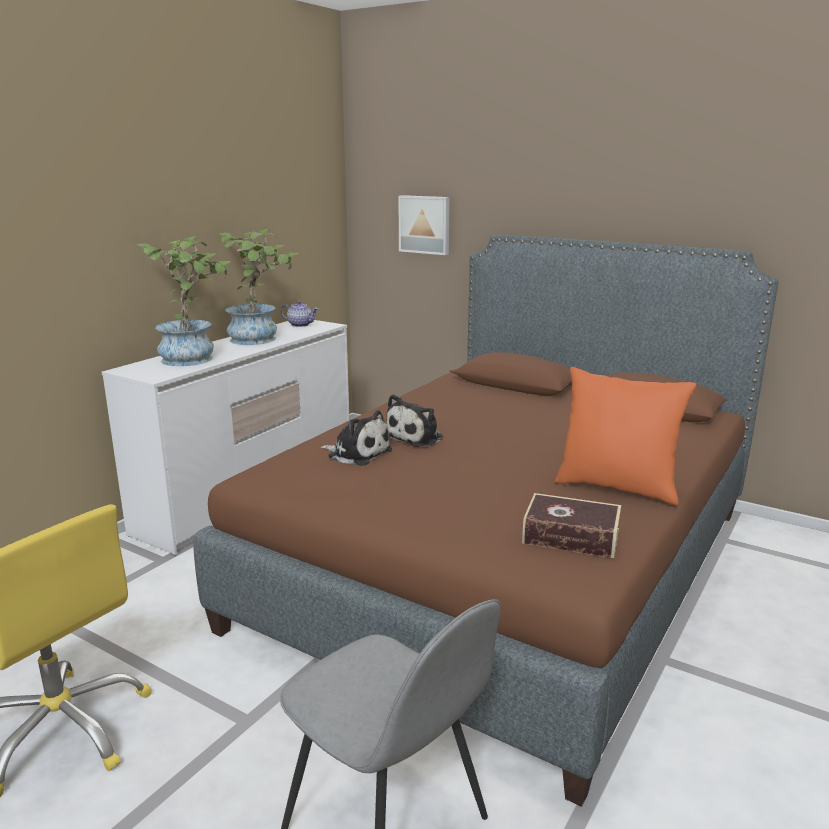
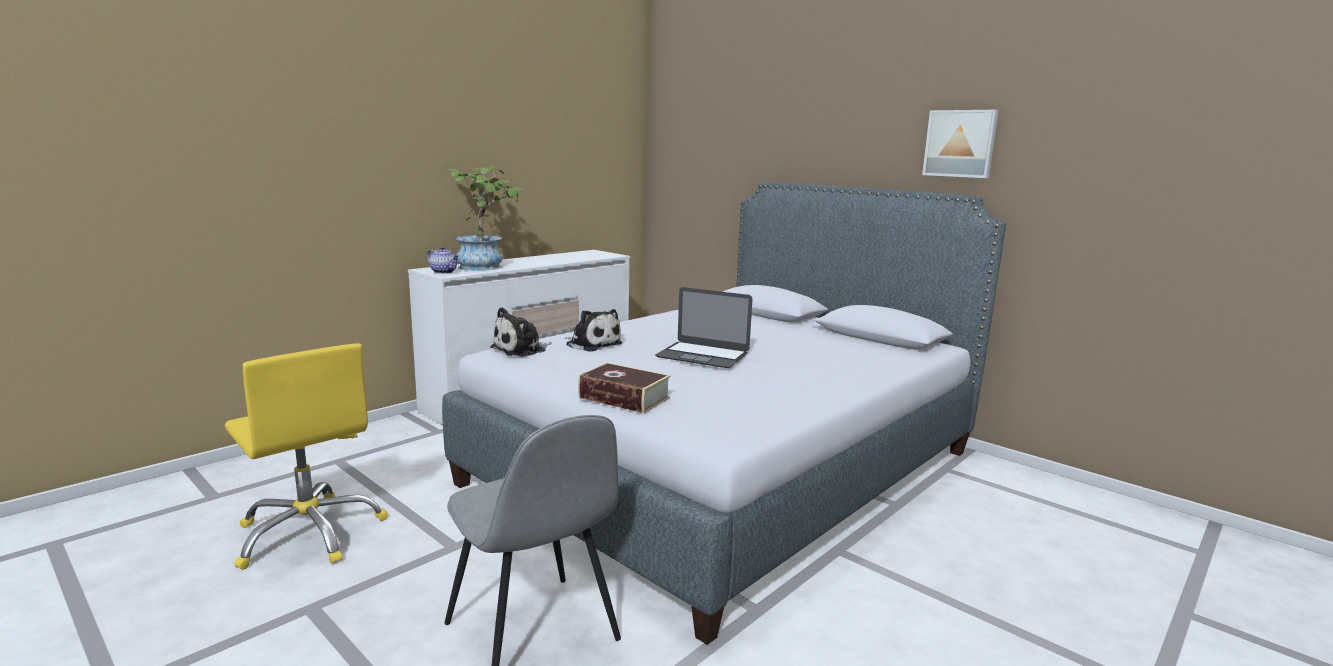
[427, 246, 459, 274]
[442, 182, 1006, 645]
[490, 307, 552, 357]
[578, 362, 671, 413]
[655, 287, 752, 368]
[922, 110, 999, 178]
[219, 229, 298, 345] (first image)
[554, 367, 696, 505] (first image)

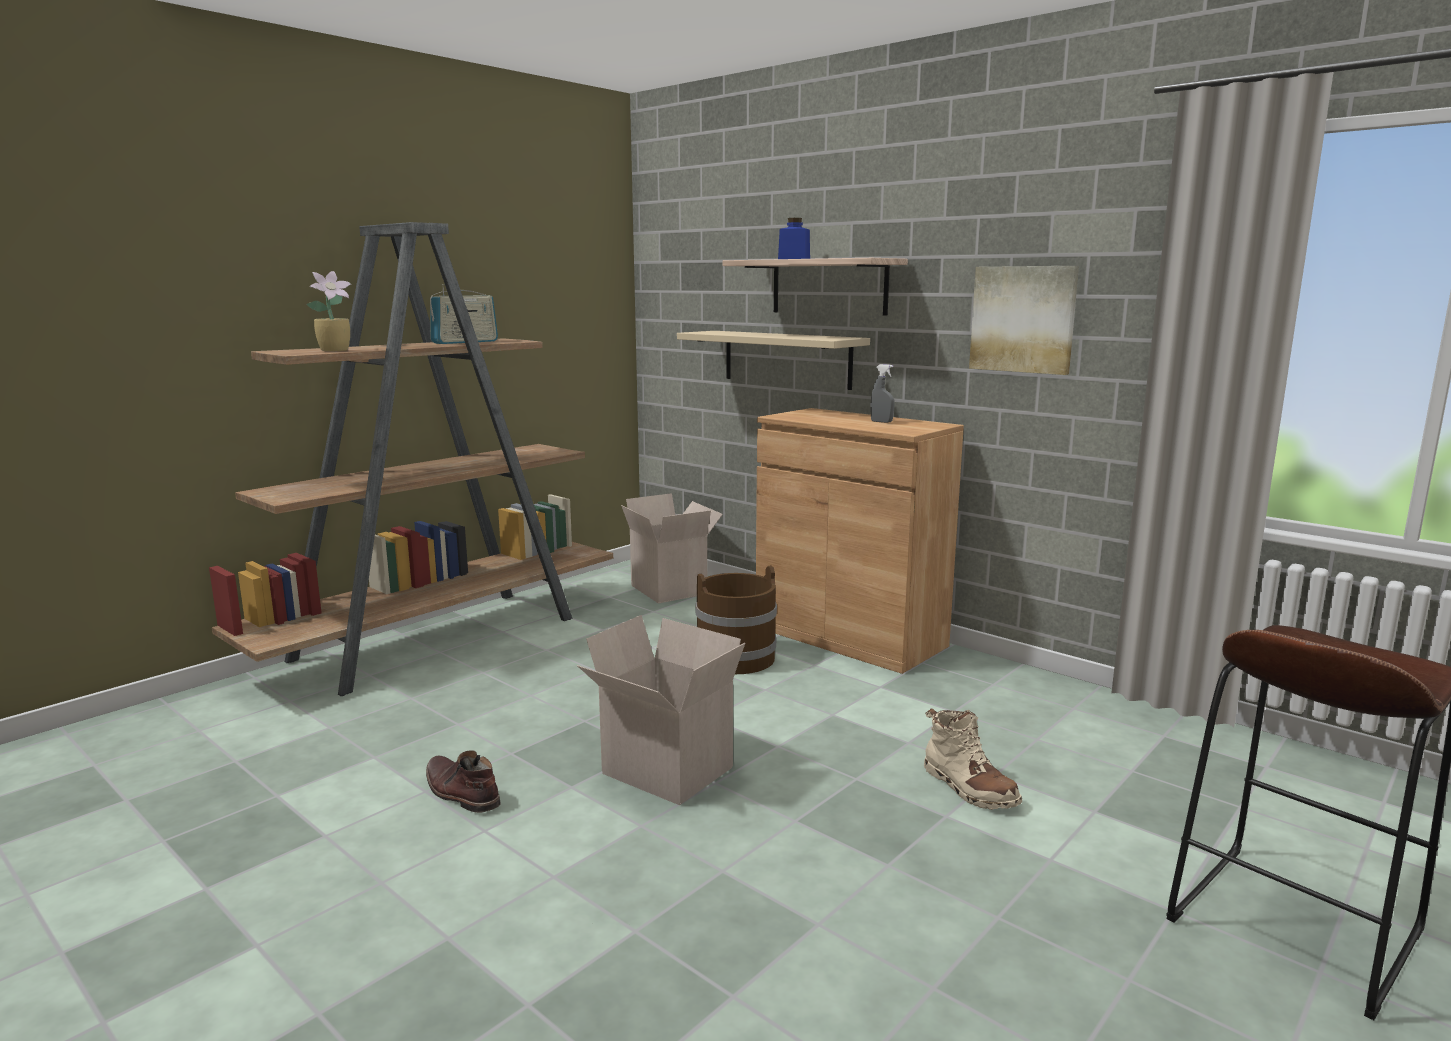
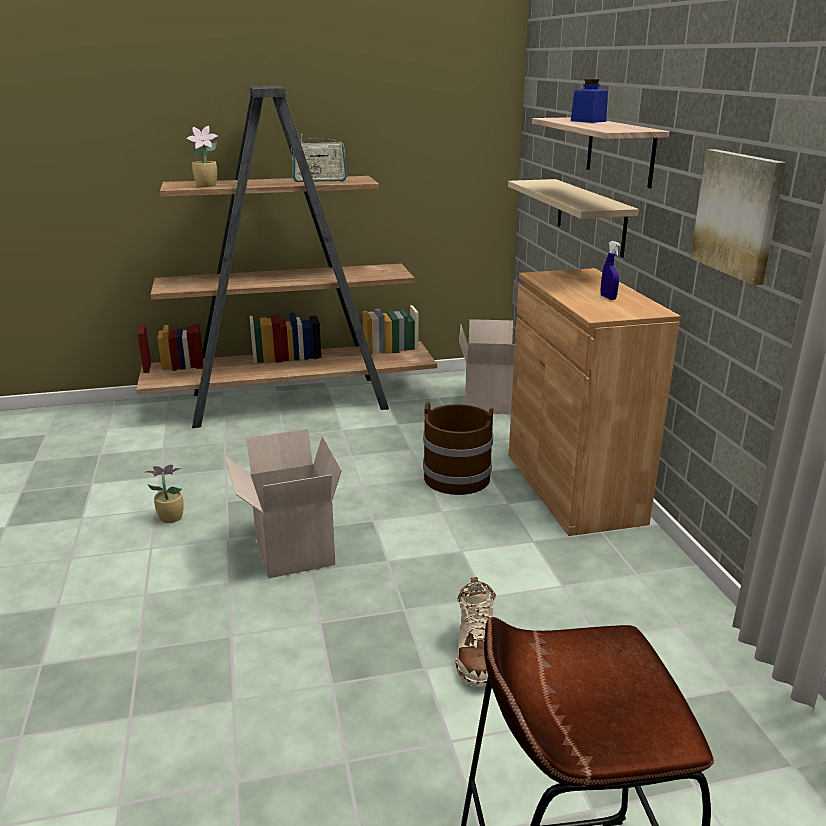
[144, 464, 184, 523]
[601, 241, 620, 300]

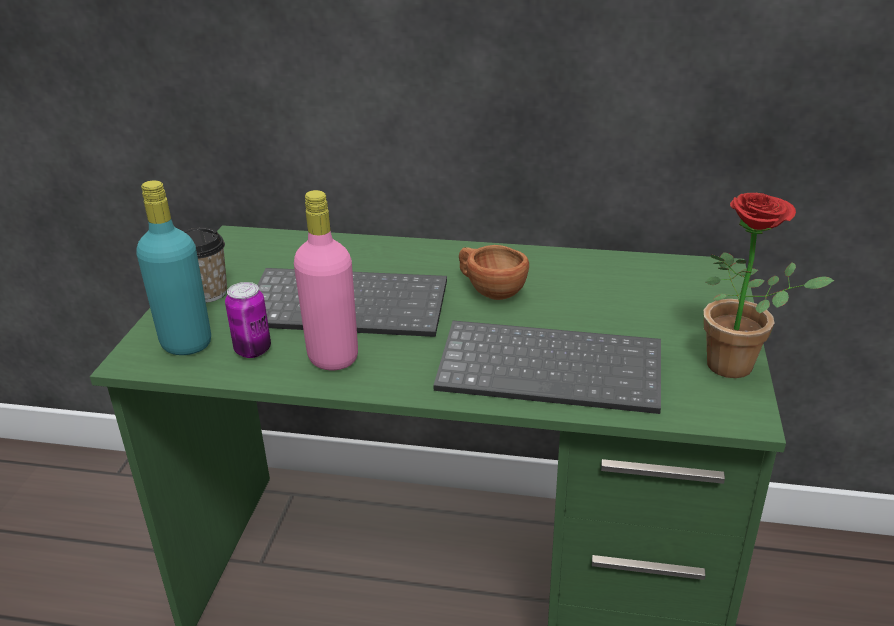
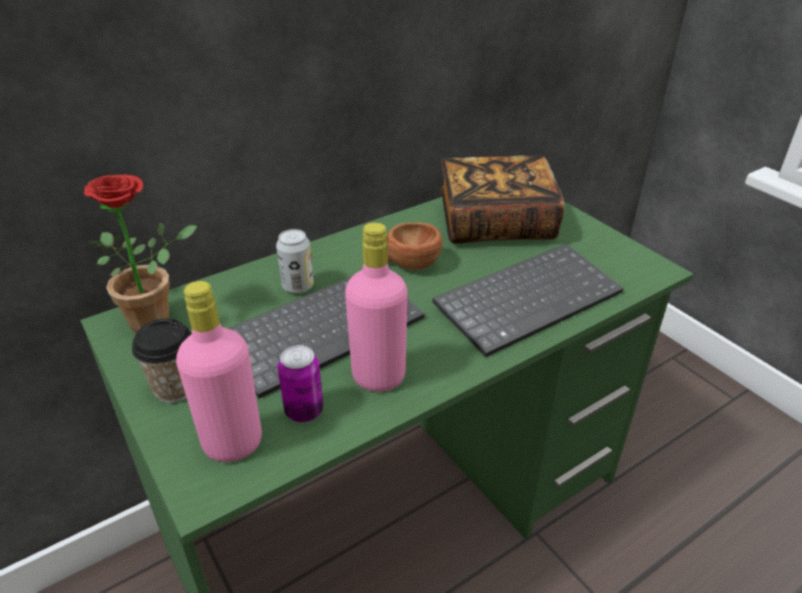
[84, 175, 197, 333]
[176, 281, 262, 462]
[276, 229, 314, 294]
[441, 155, 565, 244]

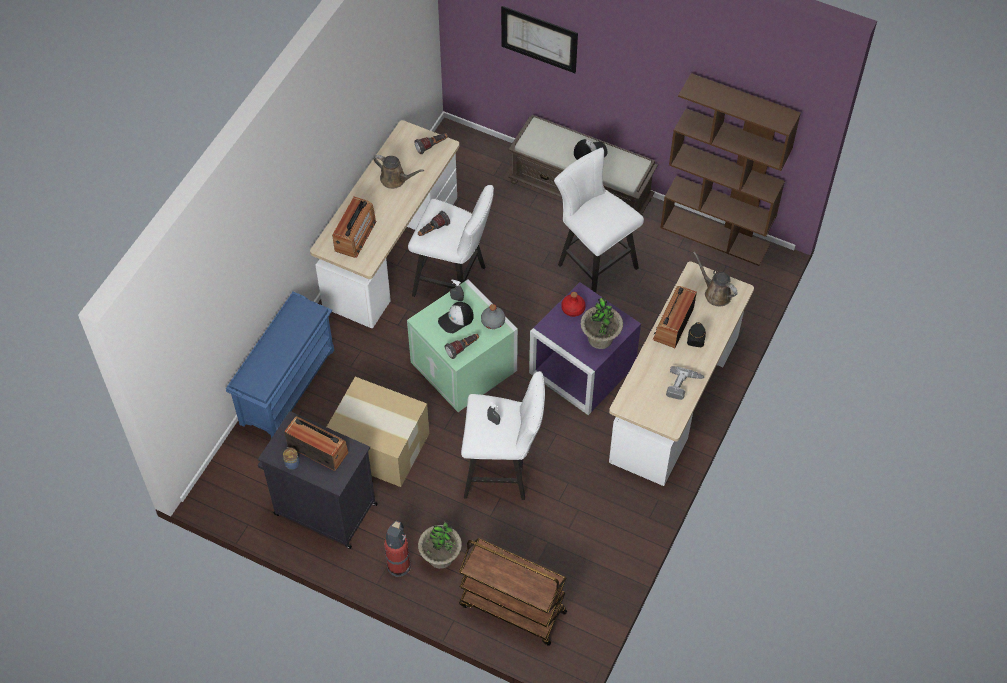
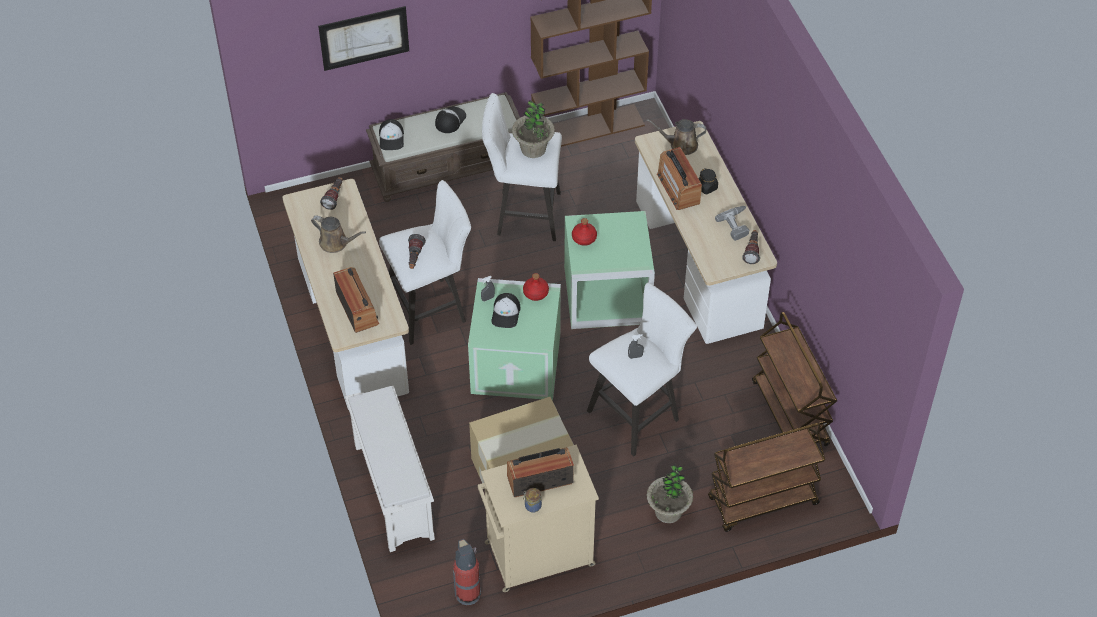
[311, 216, 366, 253]
[345, 386, 435, 552]
[379, 119, 404, 150]
[453, 539, 481, 605]
[478, 445, 599, 592]
[512, 100, 555, 158]
[523, 273, 549, 301]
[564, 211, 655, 329]
[742, 230, 760, 264]
[752, 312, 837, 446]

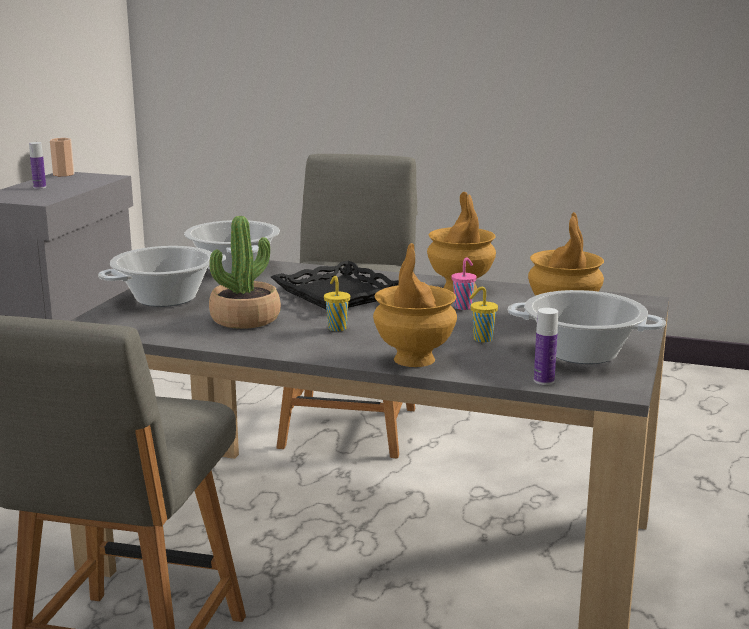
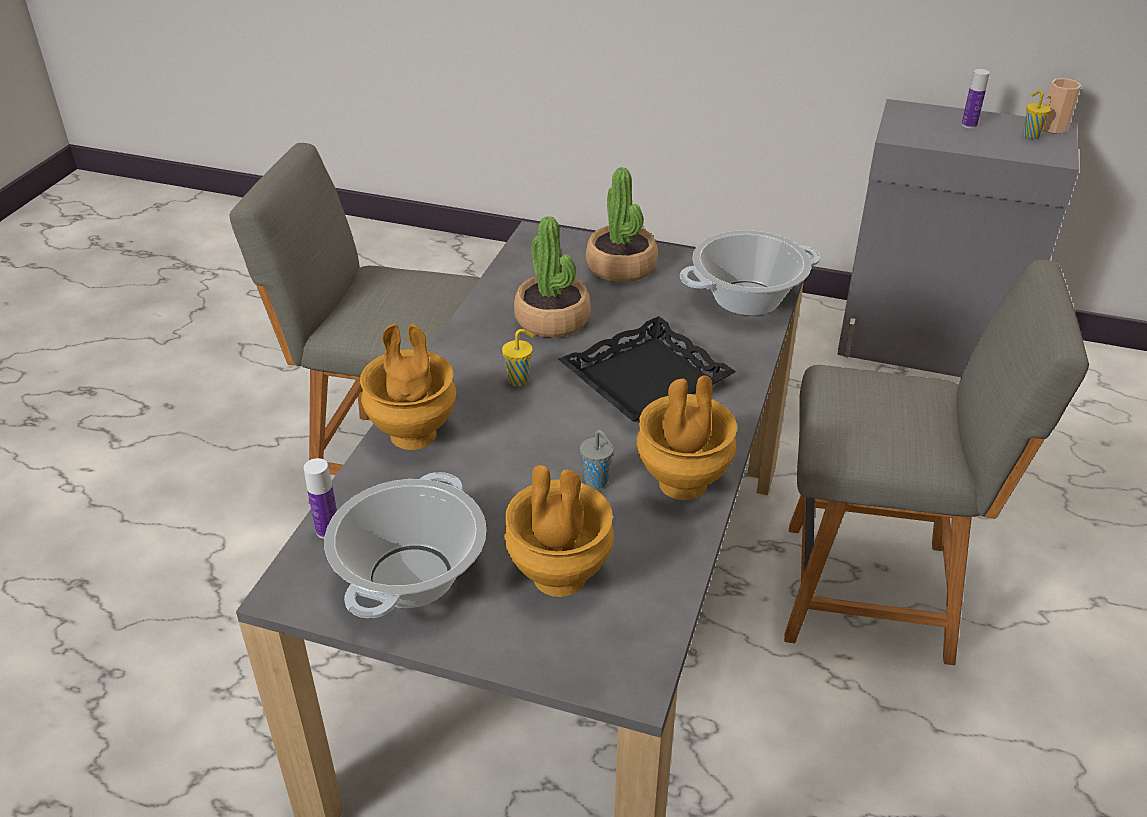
[580, 430, 614, 489]
[586, 167, 658, 282]
[1023, 90, 1051, 139]

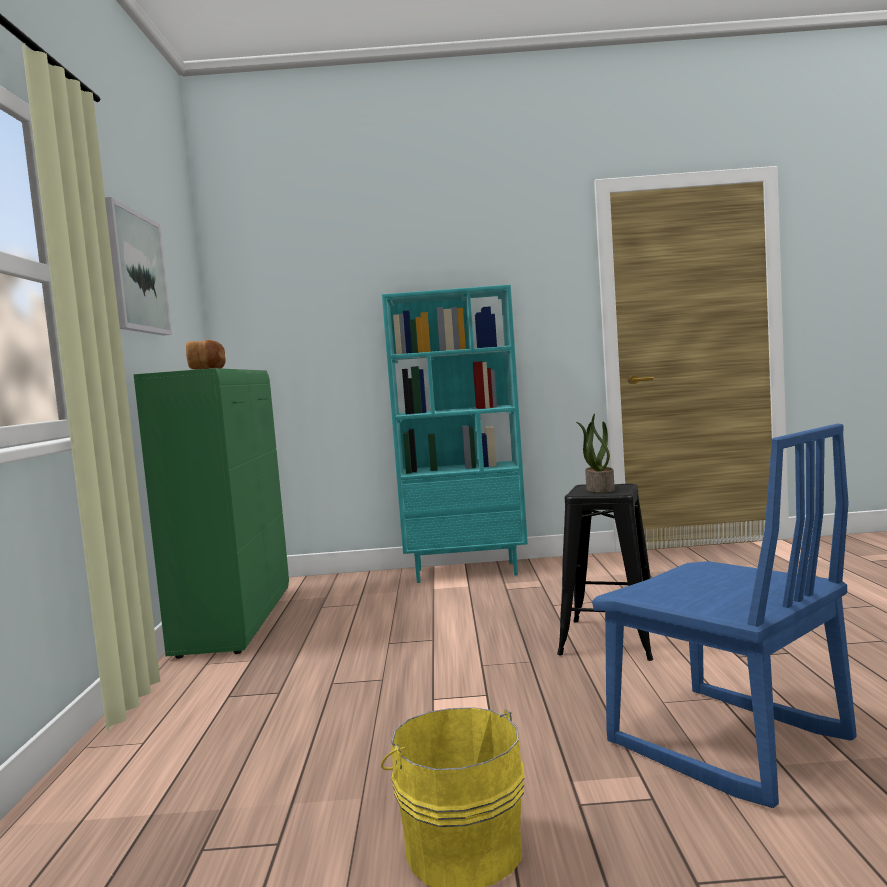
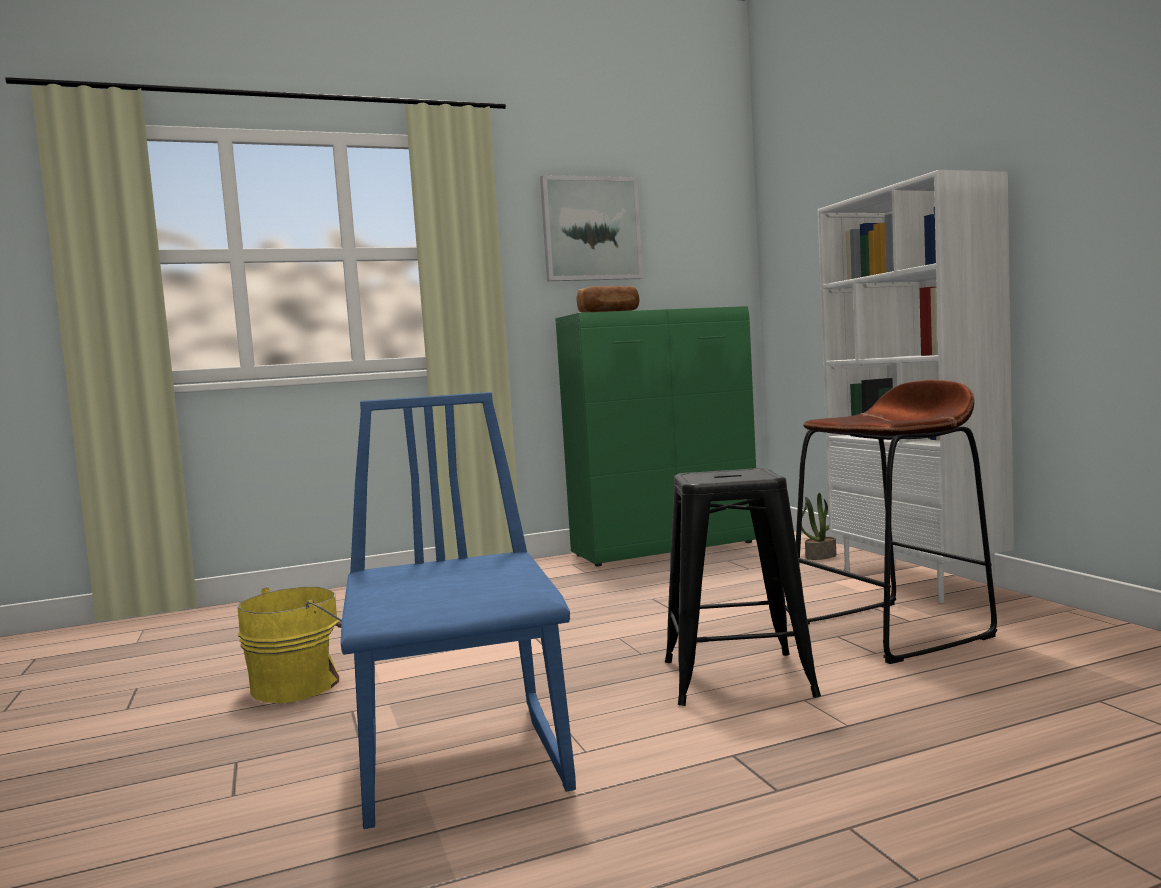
[341, 392, 576, 829]
[796, 380, 997, 664]
[801, 493, 836, 560]
[818, 170, 1014, 603]

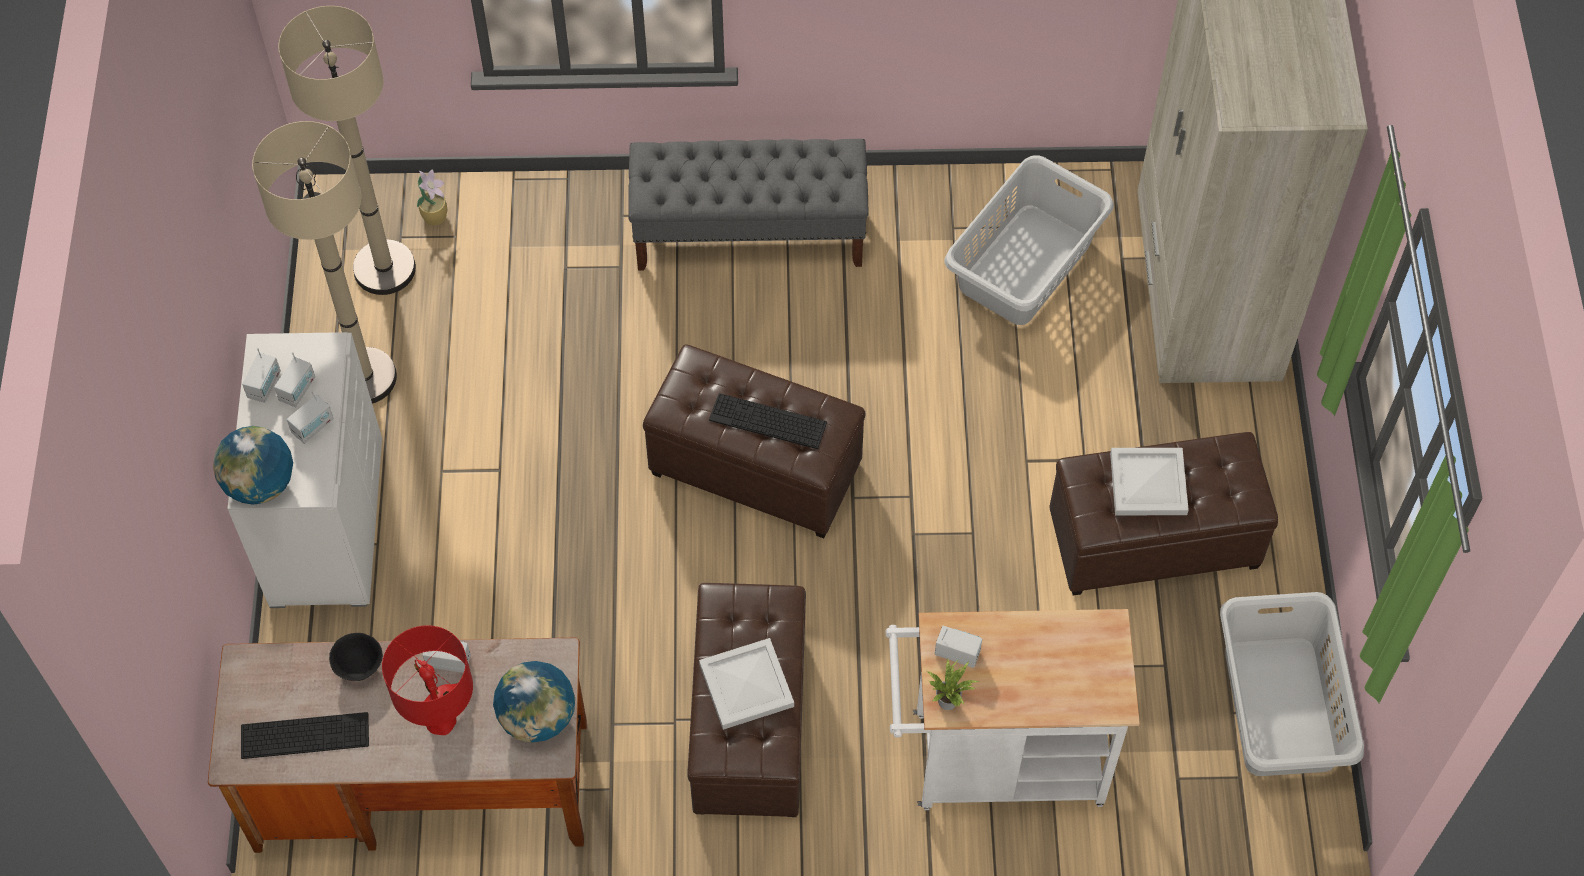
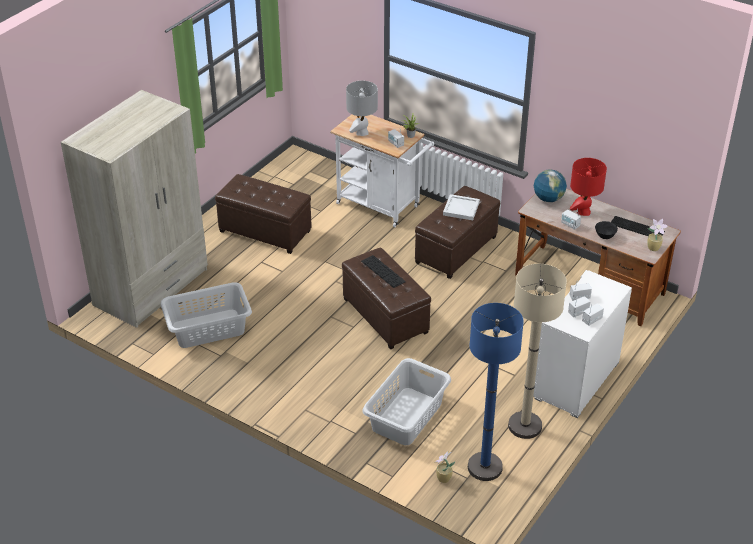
[346, 81, 378, 136]
[362, 358, 451, 445]
[468, 303, 524, 481]
[647, 219, 668, 251]
[213, 426, 293, 505] (first image)
[628, 139, 869, 271] (first image)
[1110, 448, 1189, 515] (first image)

